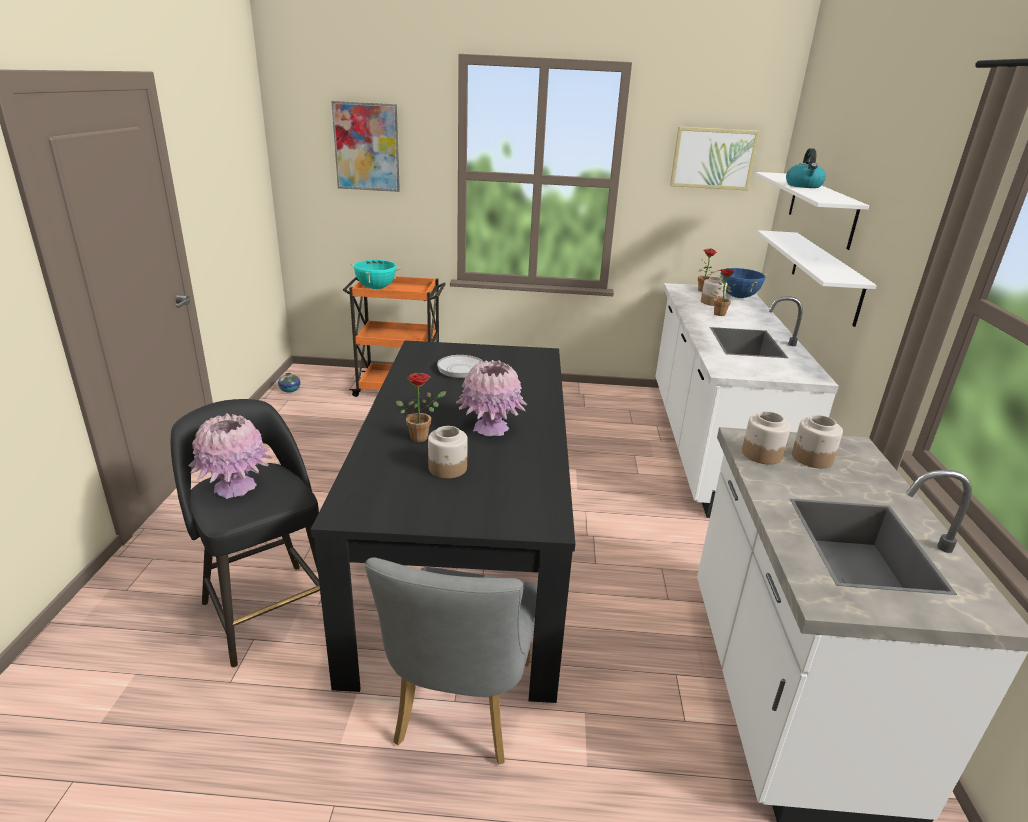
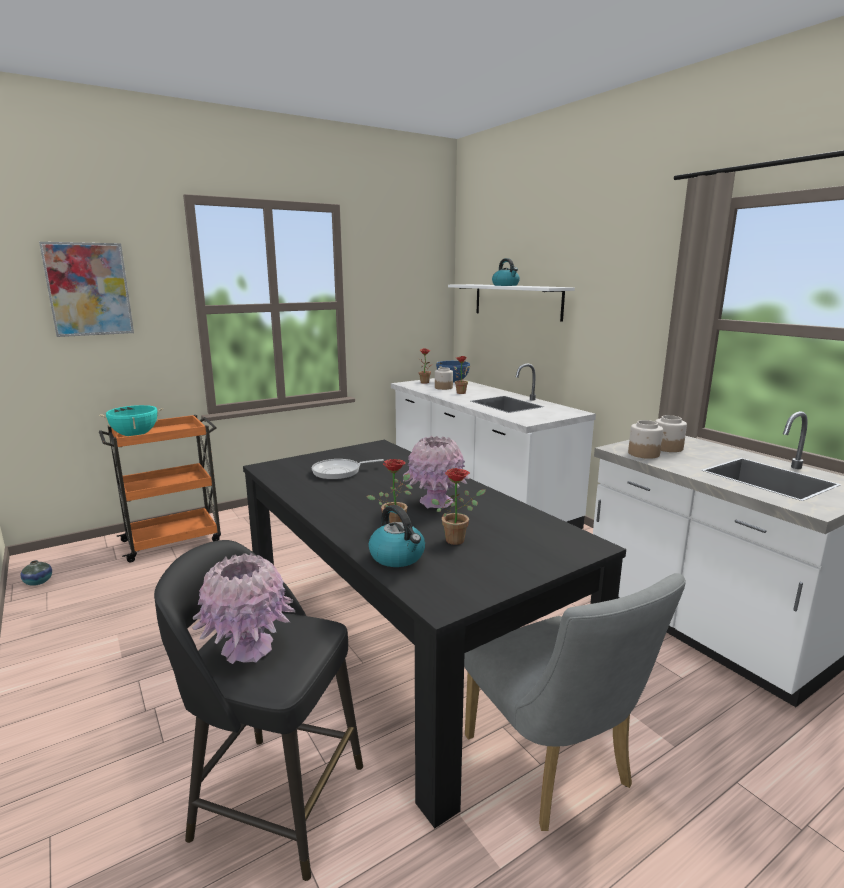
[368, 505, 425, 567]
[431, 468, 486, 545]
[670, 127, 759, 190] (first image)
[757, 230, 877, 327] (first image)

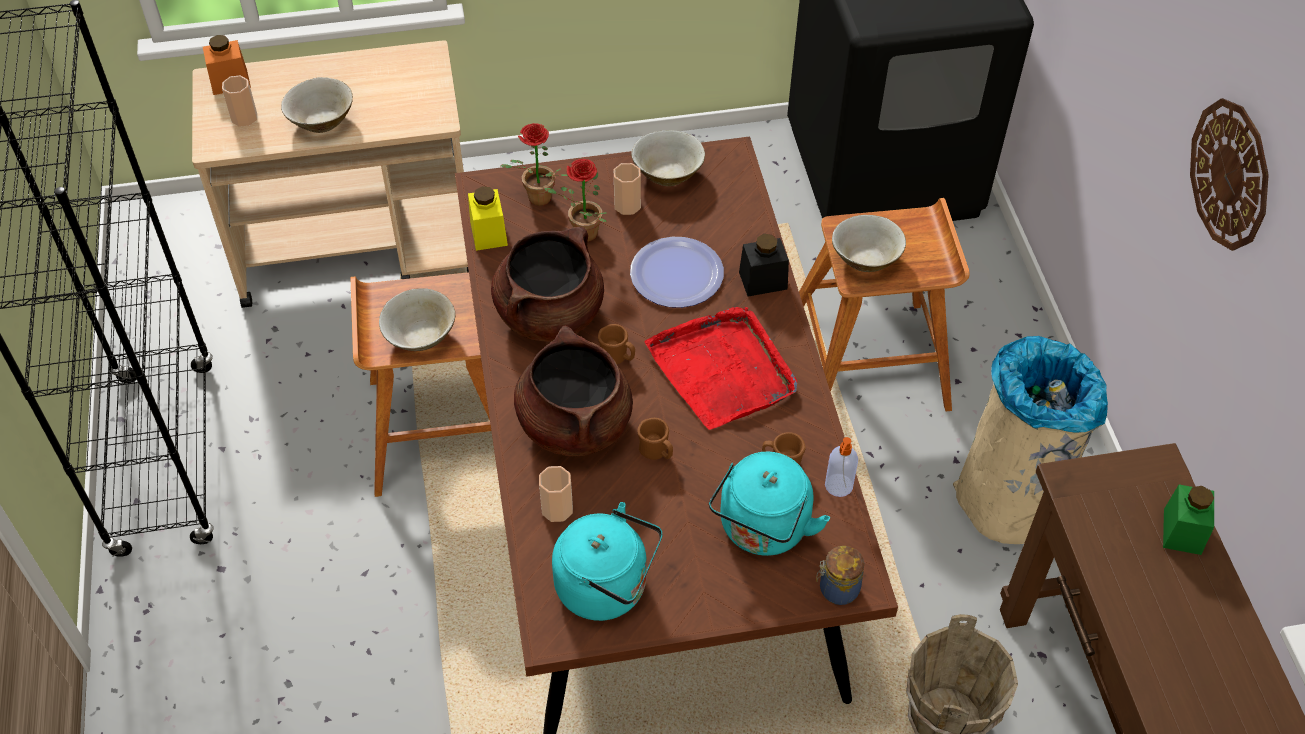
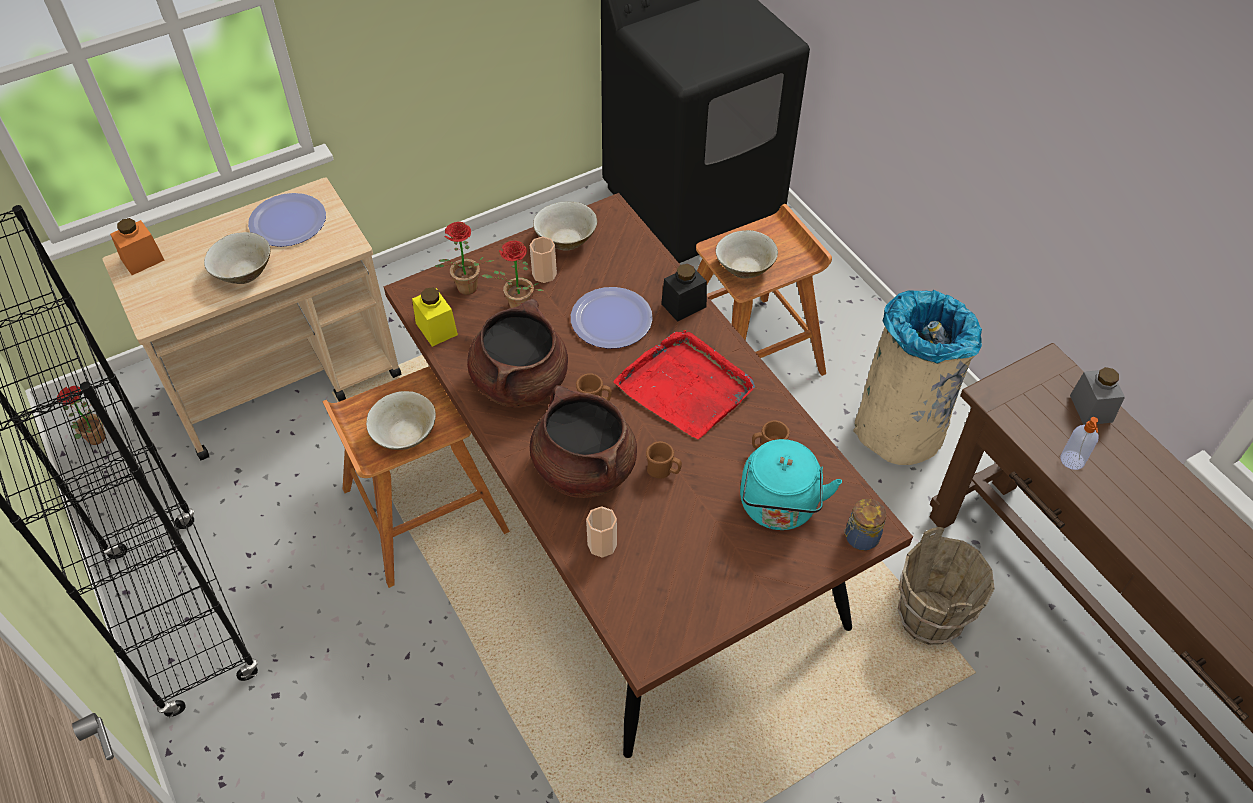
[57, 386, 106, 445]
[248, 193, 326, 247]
[1061, 417, 1098, 470]
[1070, 367, 1125, 425]
[222, 76, 257, 127] (first image)
[552, 502, 663, 621] (first image)
[1190, 98, 1269, 251] (first image)

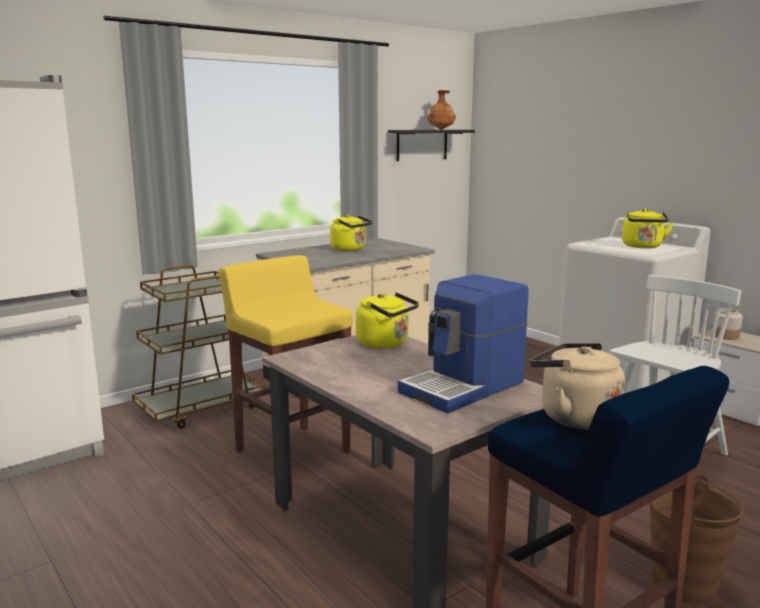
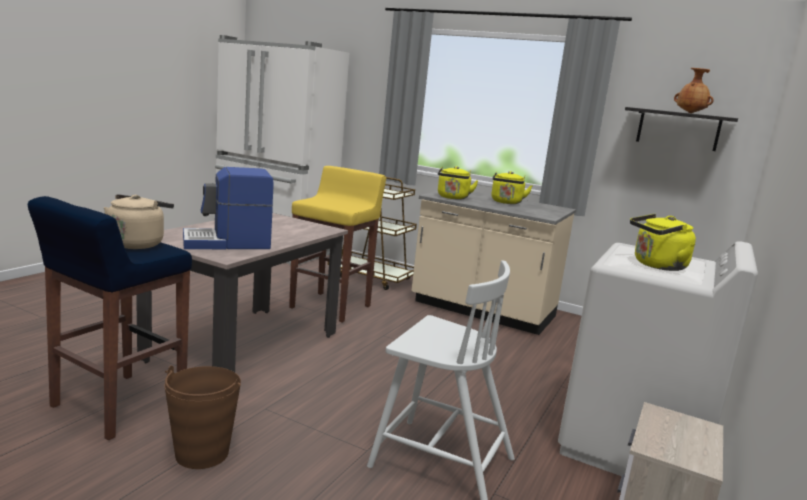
[183, 167, 274, 249]
[438, 166, 478, 200]
[713, 308, 743, 340] (first image)

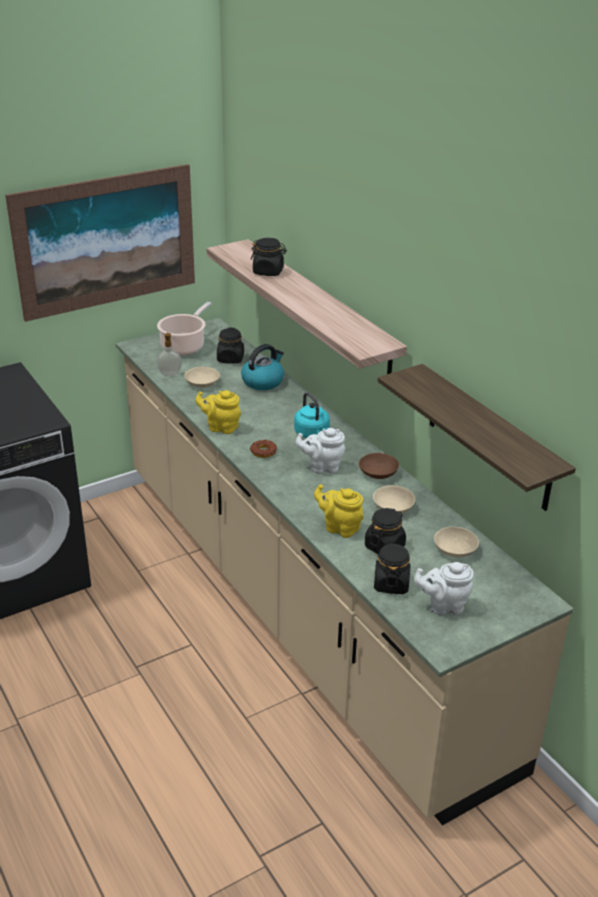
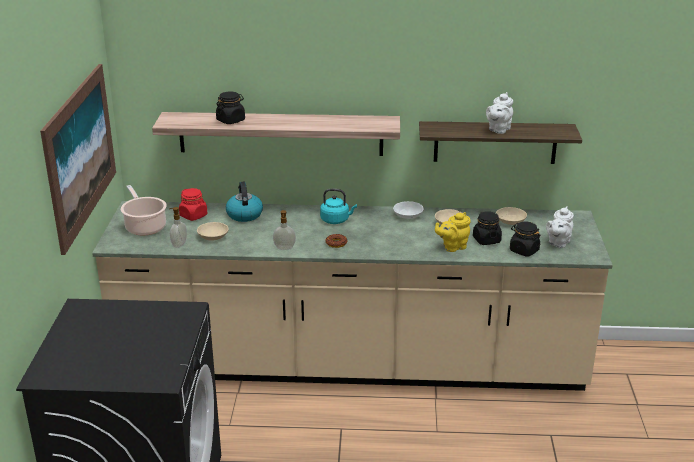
[179, 188, 207, 221]
[273, 210, 296, 250]
[393, 201, 424, 219]
[486, 92, 513, 134]

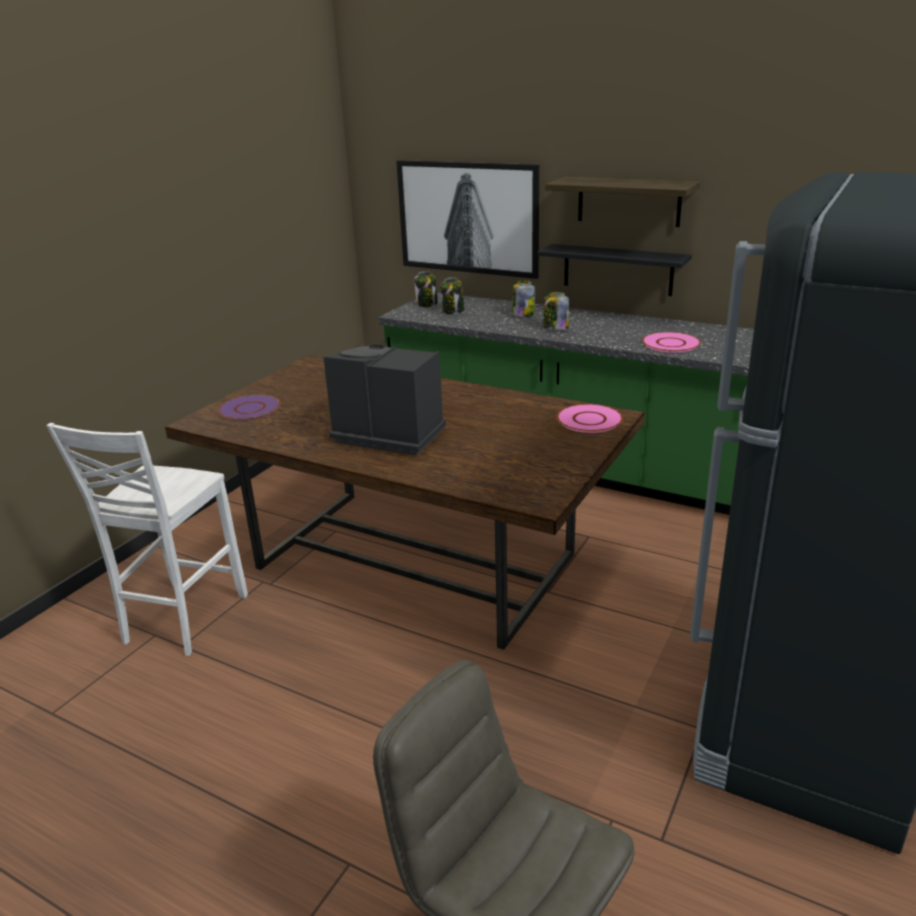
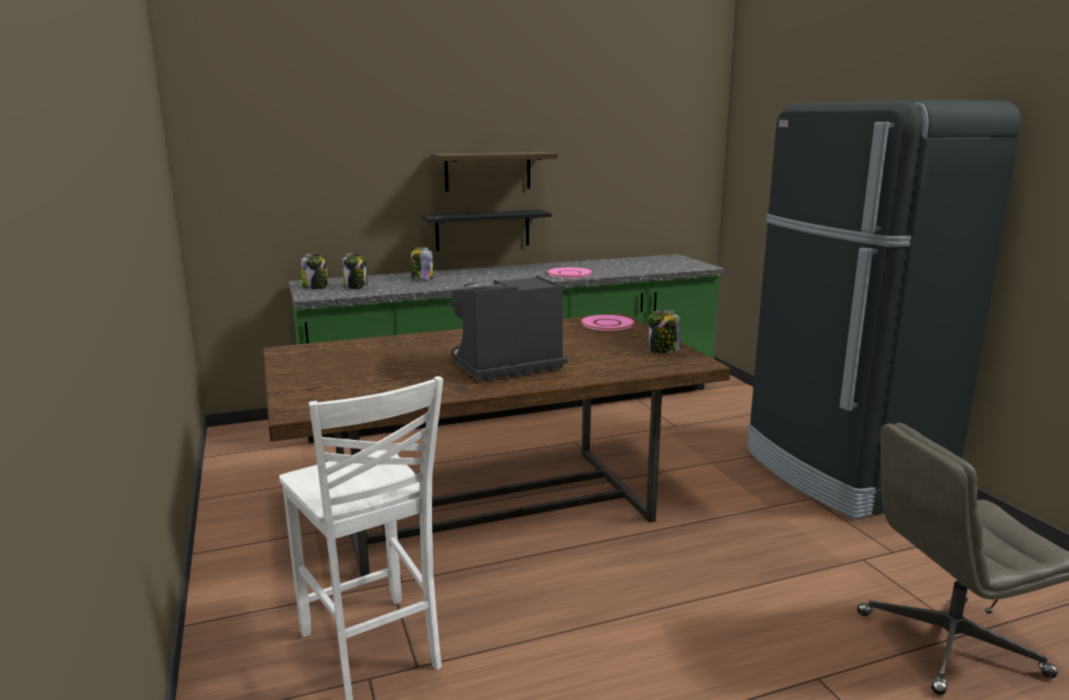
[648, 310, 680, 354]
[218, 394, 281, 421] (first image)
[396, 160, 539, 279] (first image)

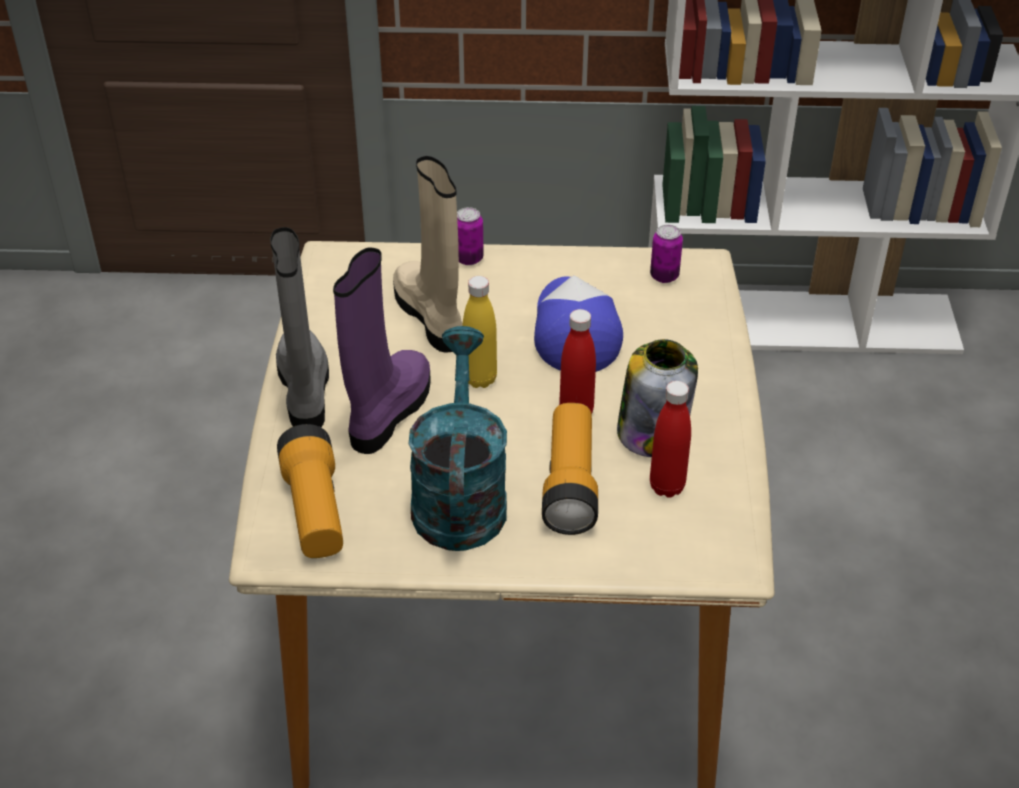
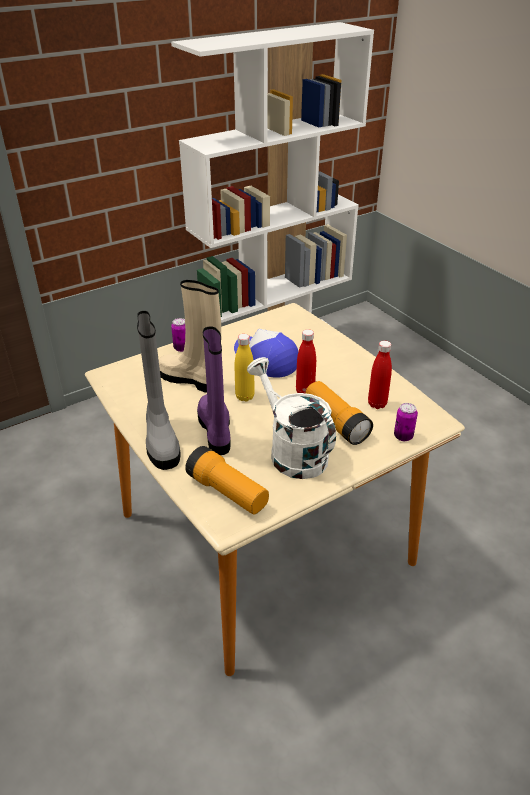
[137, 311, 181, 470]
[247, 357, 336, 479]
[394, 403, 418, 441]
[617, 339, 698, 457] (first image)

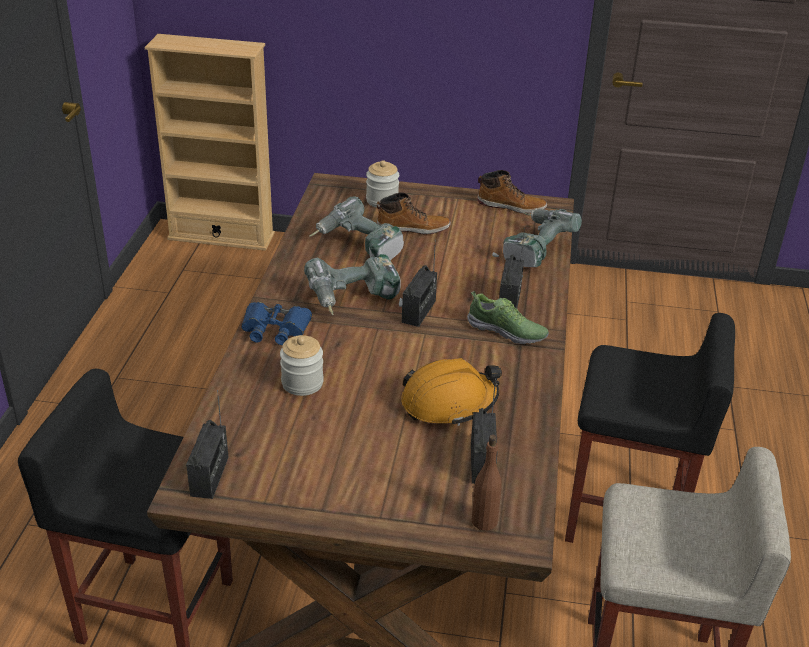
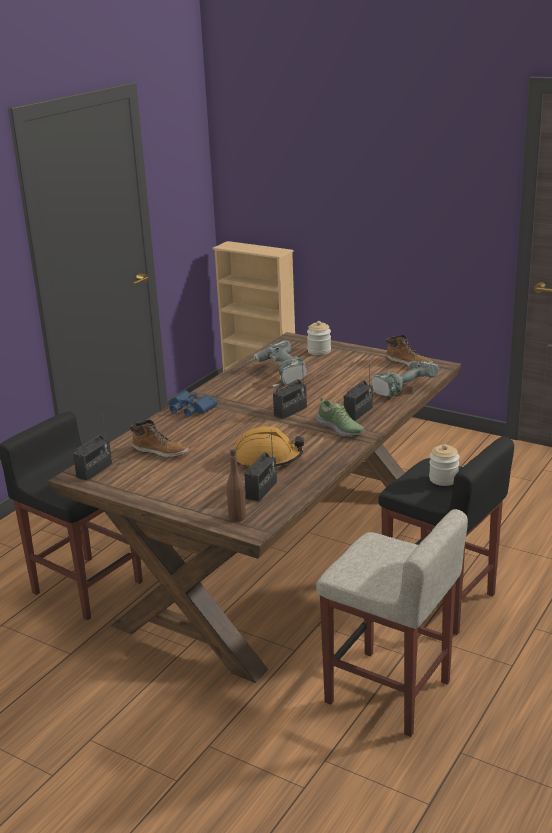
[130, 420, 188, 458]
[429, 444, 459, 486]
[304, 254, 402, 315] (first image)

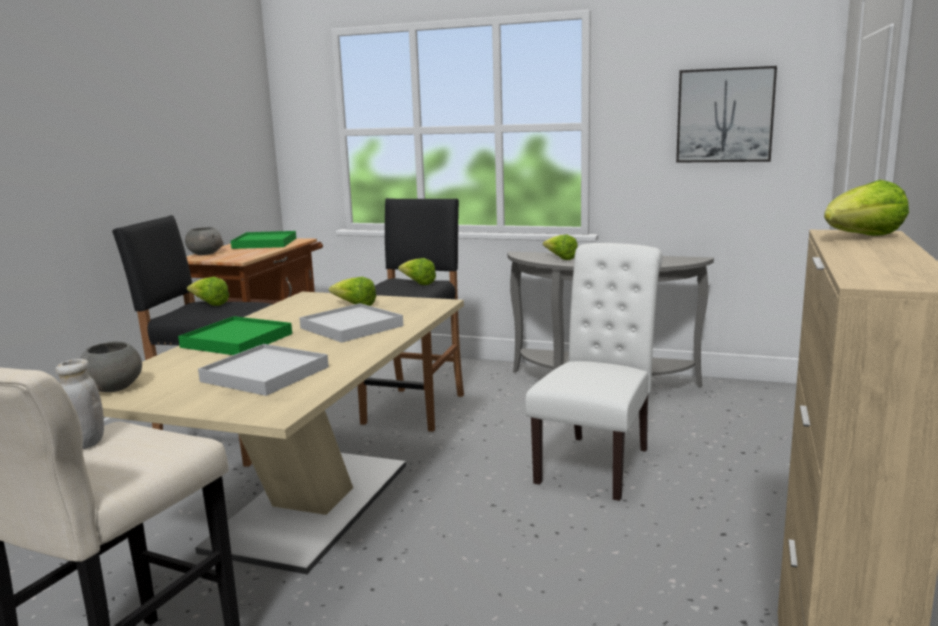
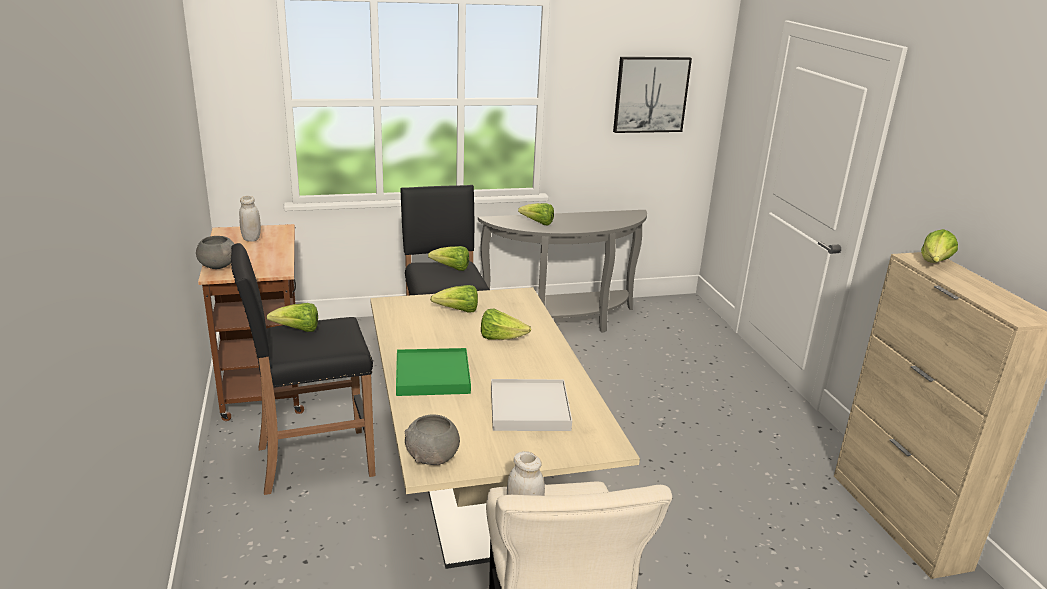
[239, 196, 261, 242]
[481, 309, 531, 340]
[526, 243, 663, 501] (first image)

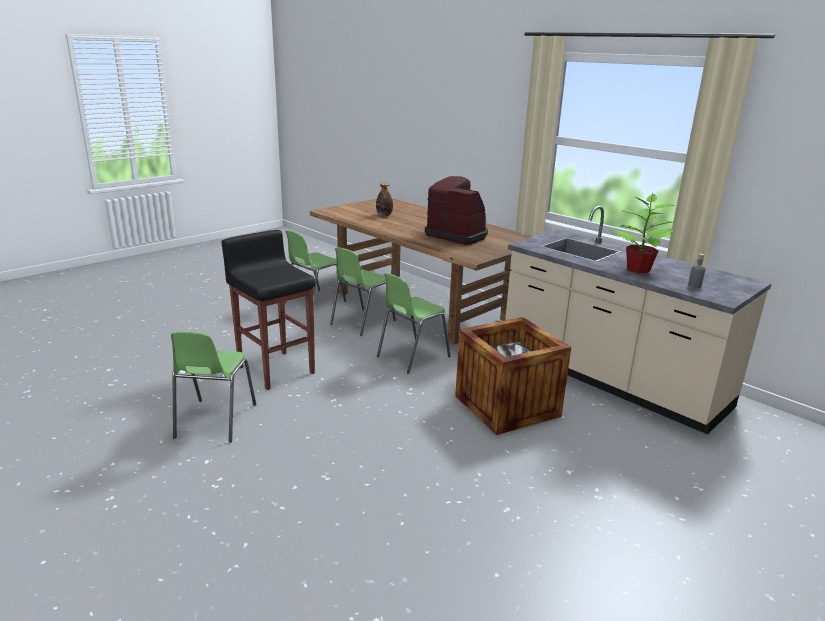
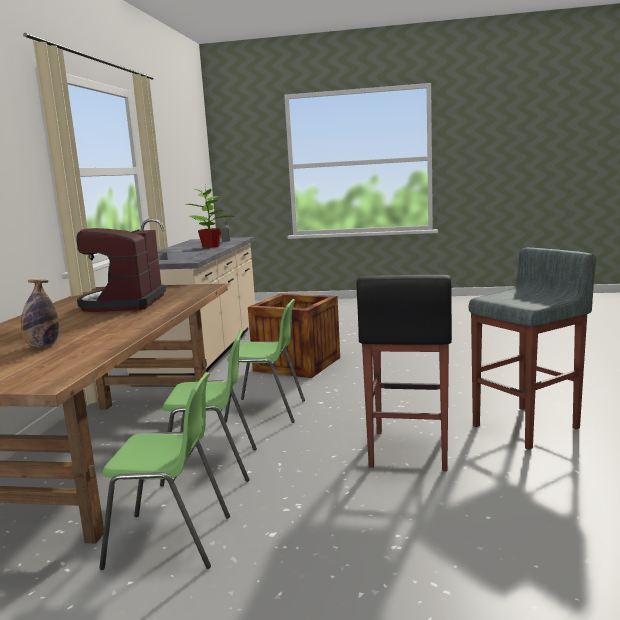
[469, 248, 596, 450]

